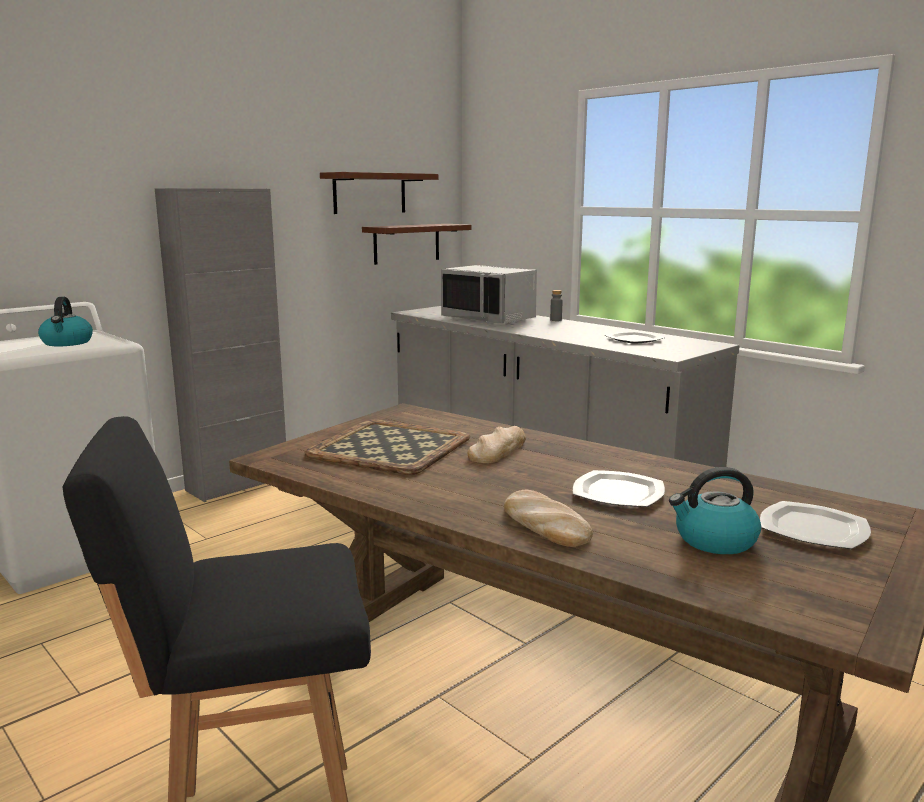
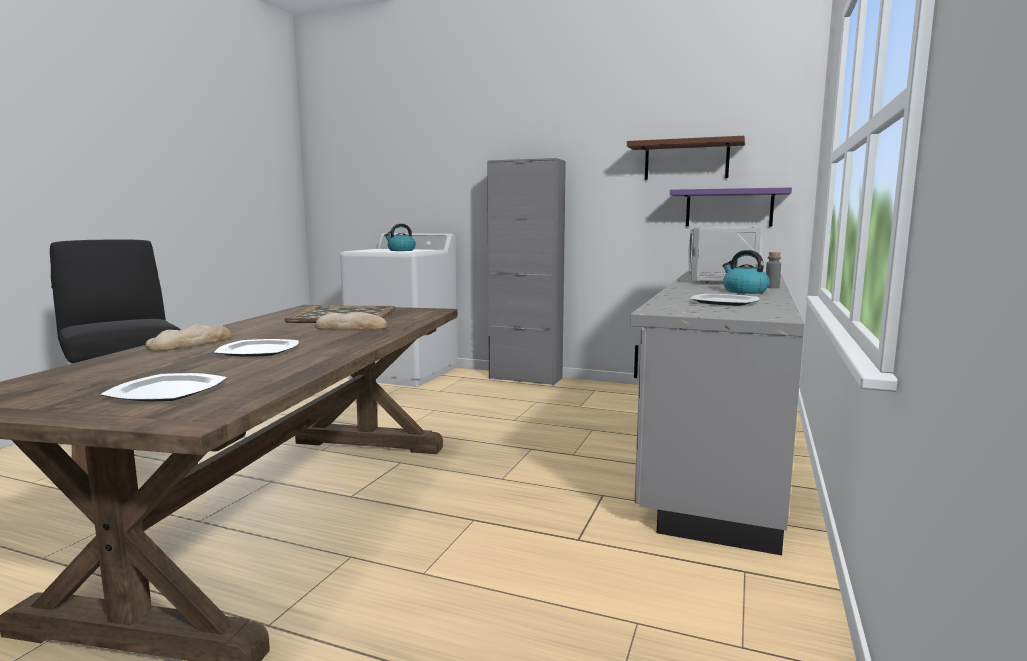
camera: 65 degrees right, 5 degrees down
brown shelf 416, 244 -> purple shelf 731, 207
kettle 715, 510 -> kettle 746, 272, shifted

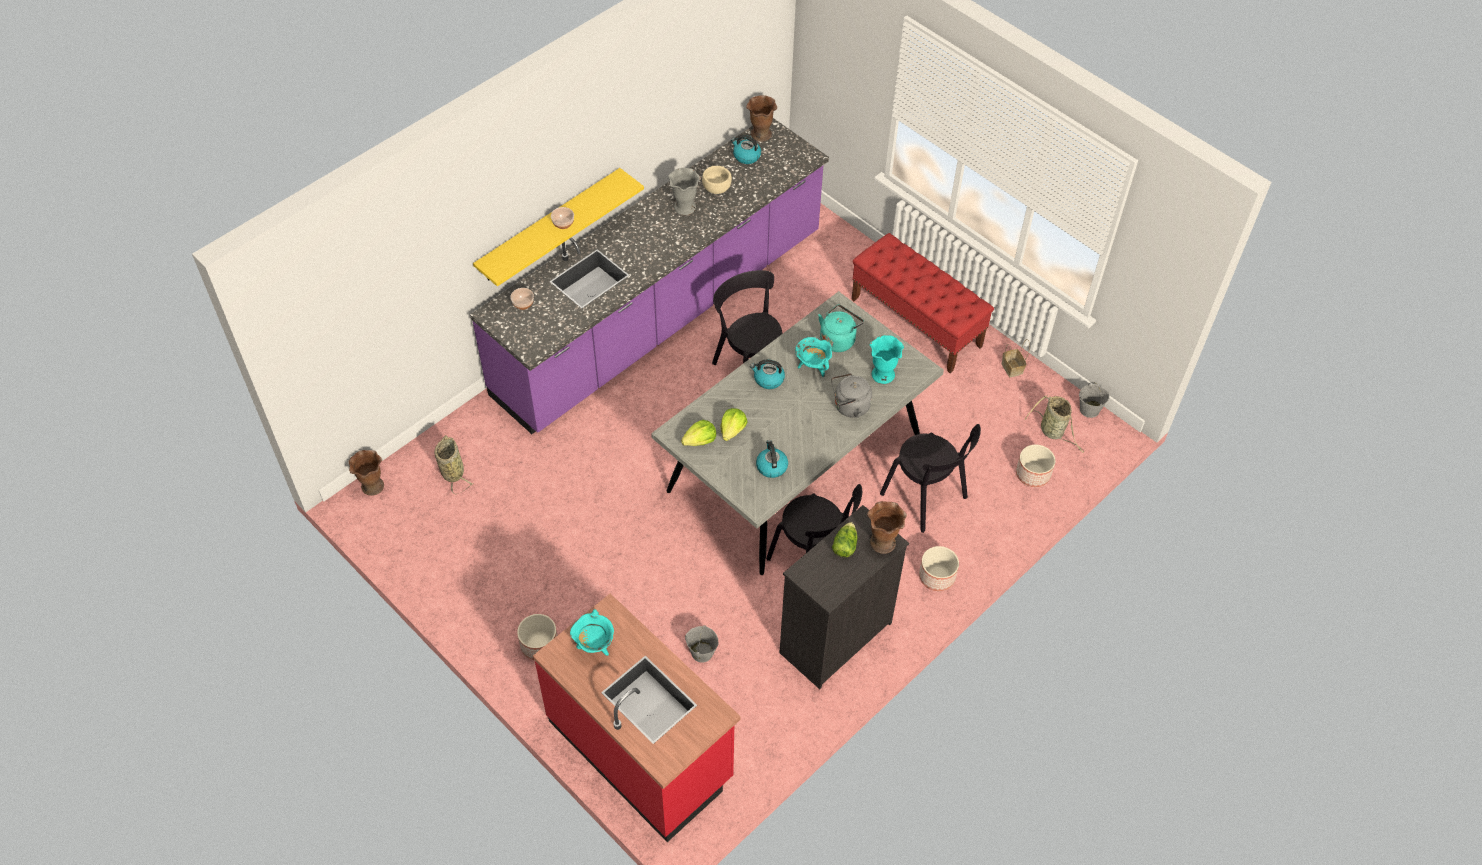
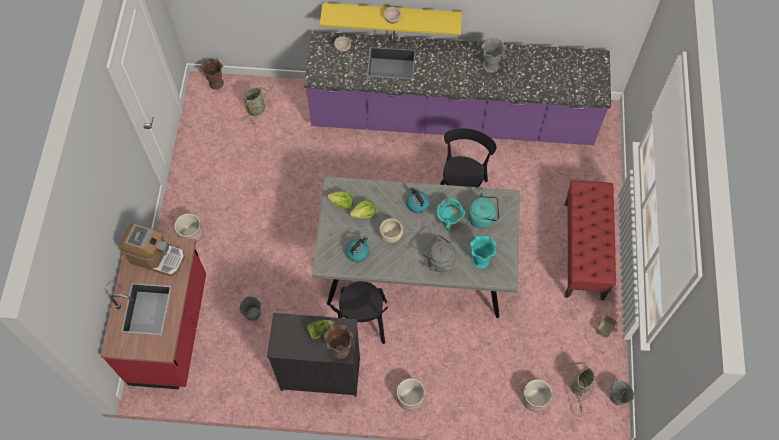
camera: 50 degrees right, 10 degrees up
turquoise cooking pot 592, 632 -> coffee machine 152, 250
beige bowl 717, 180 -> beige bowl 391, 230, shifted
kettle 746, 149 -> none
brown vase 761, 118 -> none
black chair 930, 478 -> none

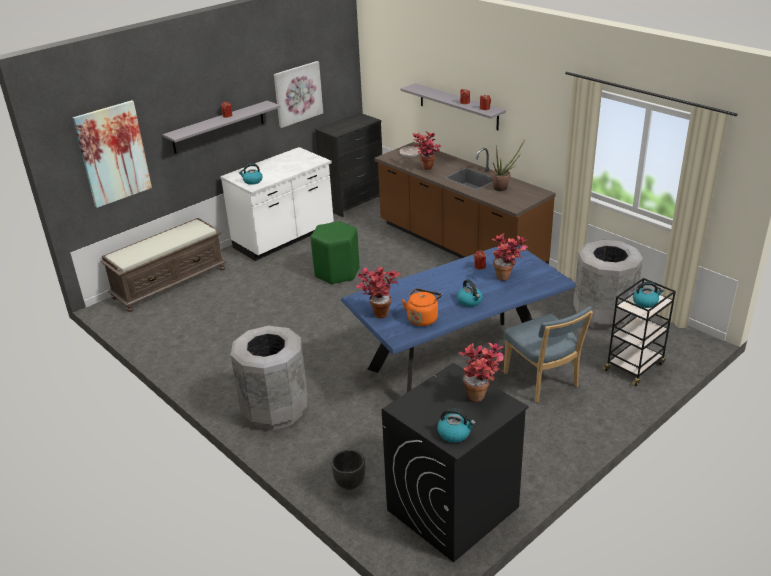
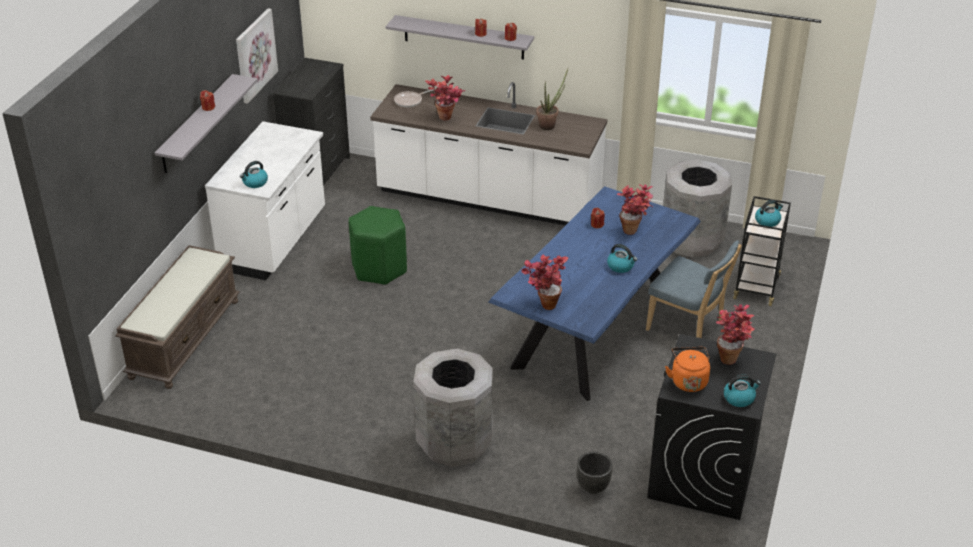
camera: 30 degrees left, 5 degrees up
brown counter 465, 203 -> white counter 488, 154
orange kettle 422, 307 -> orange kettle 687, 369, shifted
picture 112, 154 -> none

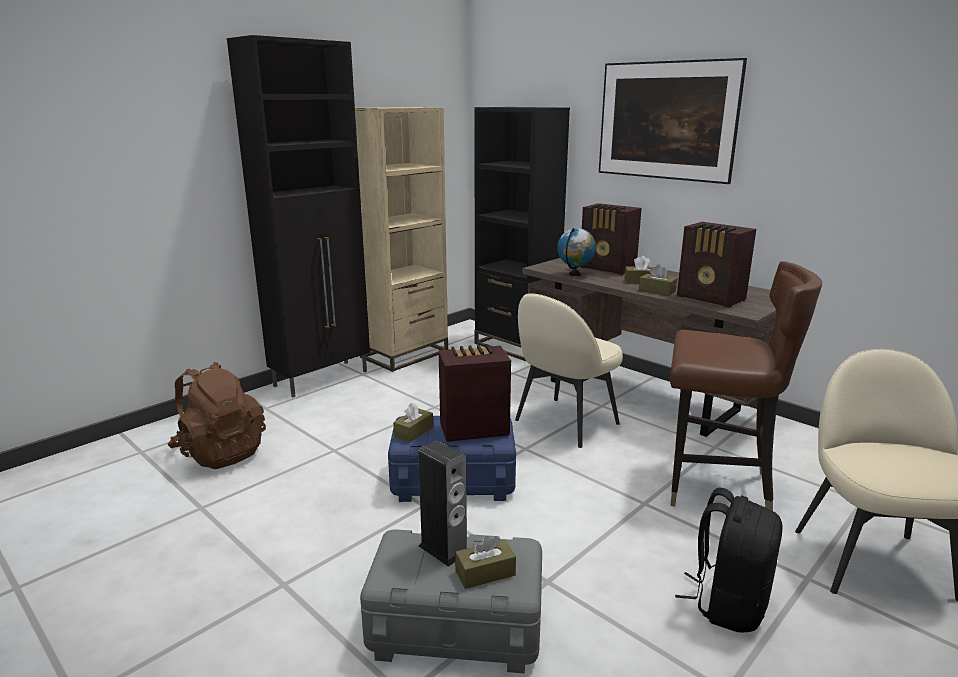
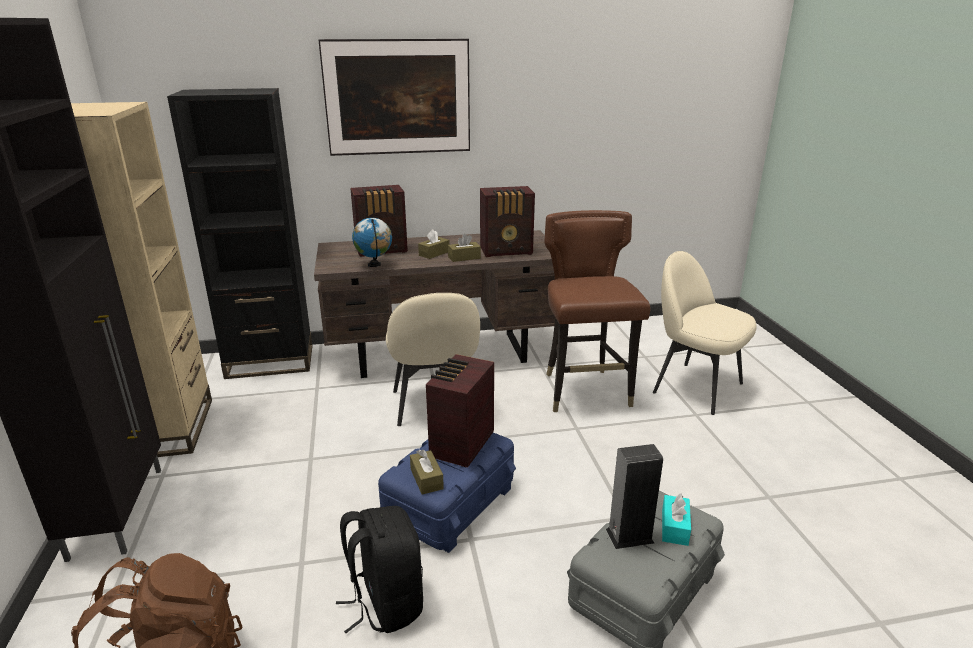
camera: 55 degrees left, 5 degrees up
black backpack 729, 560 -> black backpack 379, 569, shifted
brown chair 746, 386 -> brown chair 597, 311, 60 degrees counterclockwise
brown tissue box 485, 562 -> turquoise tissue box 676, 519

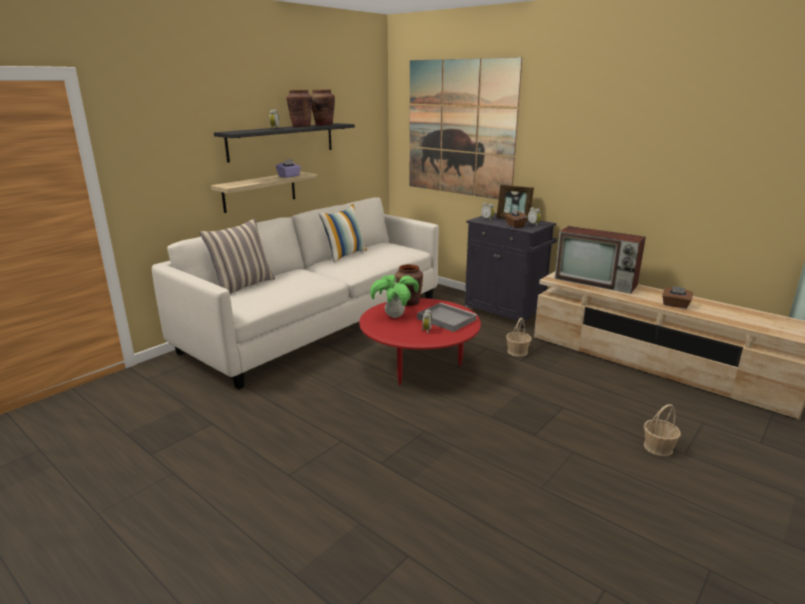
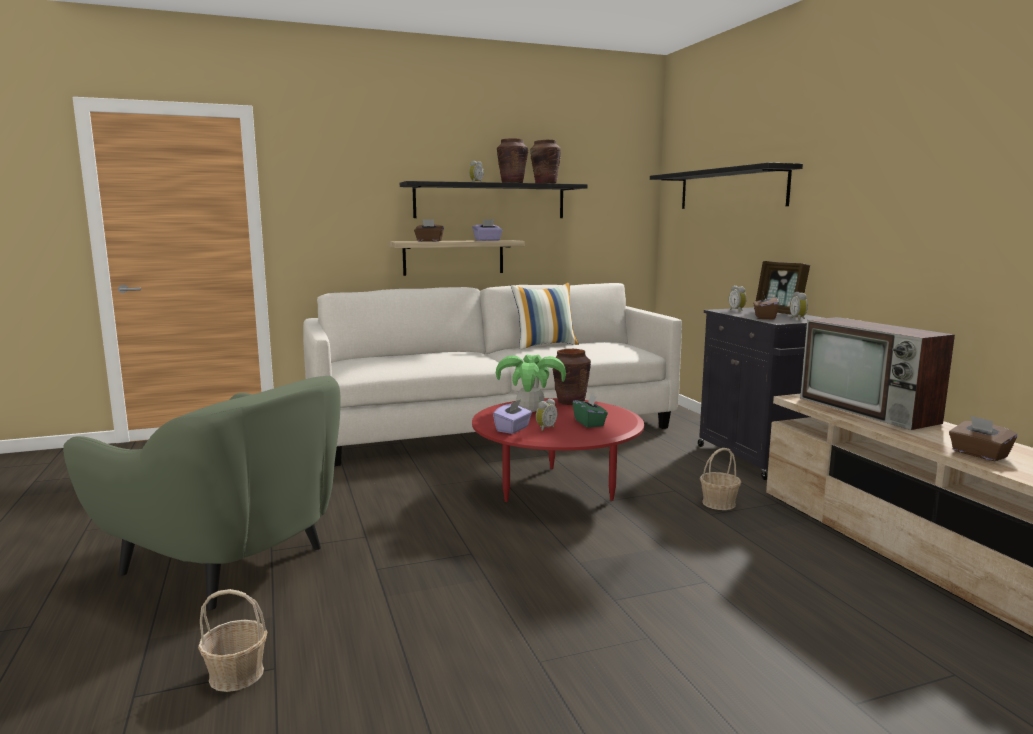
camera: 30 degrees right, 10 degrees down
none -> green armchair 202, 493
basket 662, 430 -> basket 232, 640, shifted
none -> brown tissue box 429, 230
none -> purple tissue box 512, 416
grey tray 447, 317 -> green tissue box 590, 410
picture 465, 128 -> black shelf 726, 186
pillow 237, 256 -> none

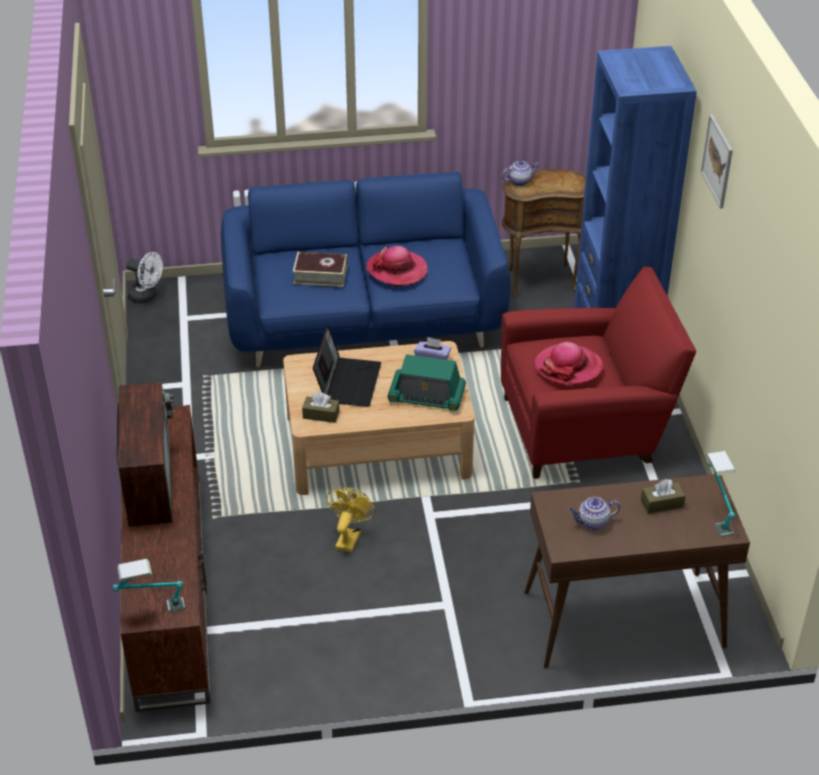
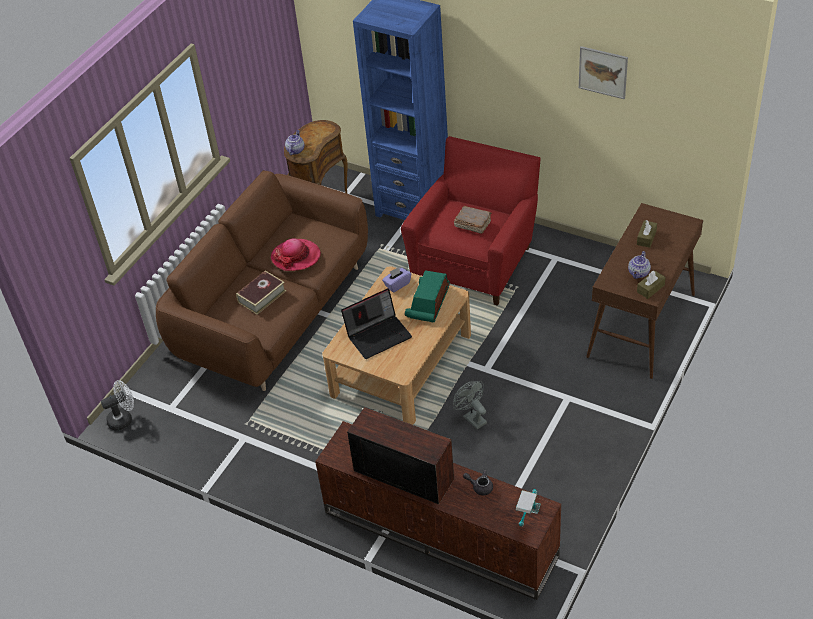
camera: 50 degrees left, 5 degrees up
blue sofa 365, 269 -> brown sofa 262, 280
laptop 347, 366 -> laptop 376, 323, 105 degrees clockwise
radio 427, 382 -> radio 427, 296, 150 degrees clockwise
yellow fan 351, 520 -> grey fan 470, 405
hat 568, 363 -> brown book 473, 220
none -> grey teapot 478, 482
picture 717, 161 -> picture 603, 72, shifted
brown tissue box 320, 407 -> brown tissue box 651, 285, shifted
table lamp 720, 493 -> none

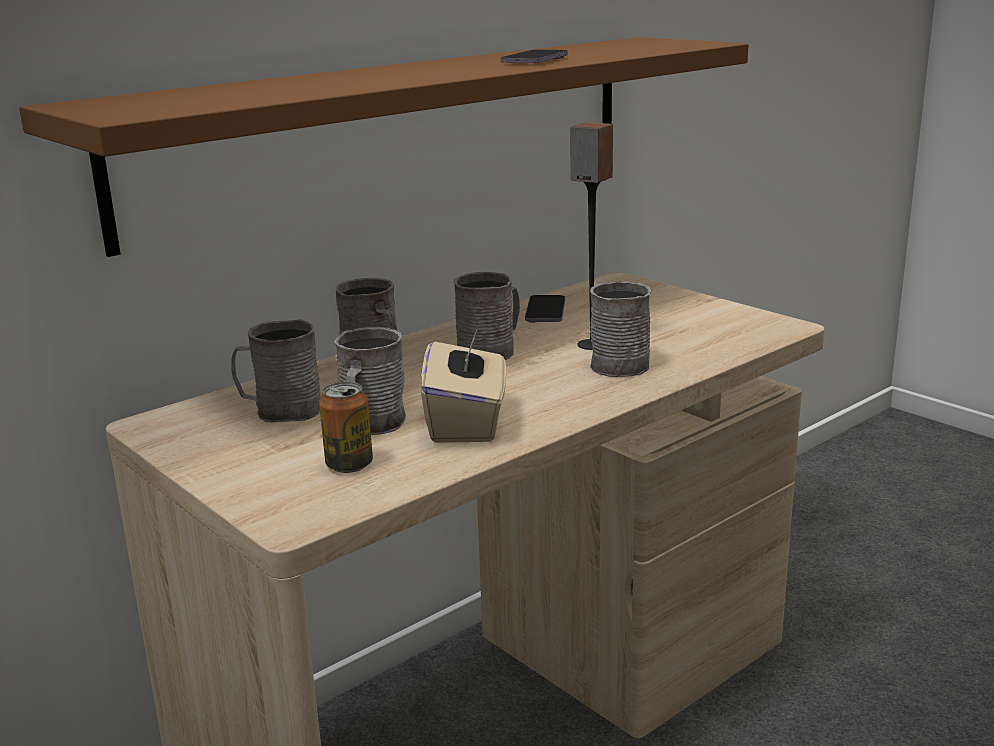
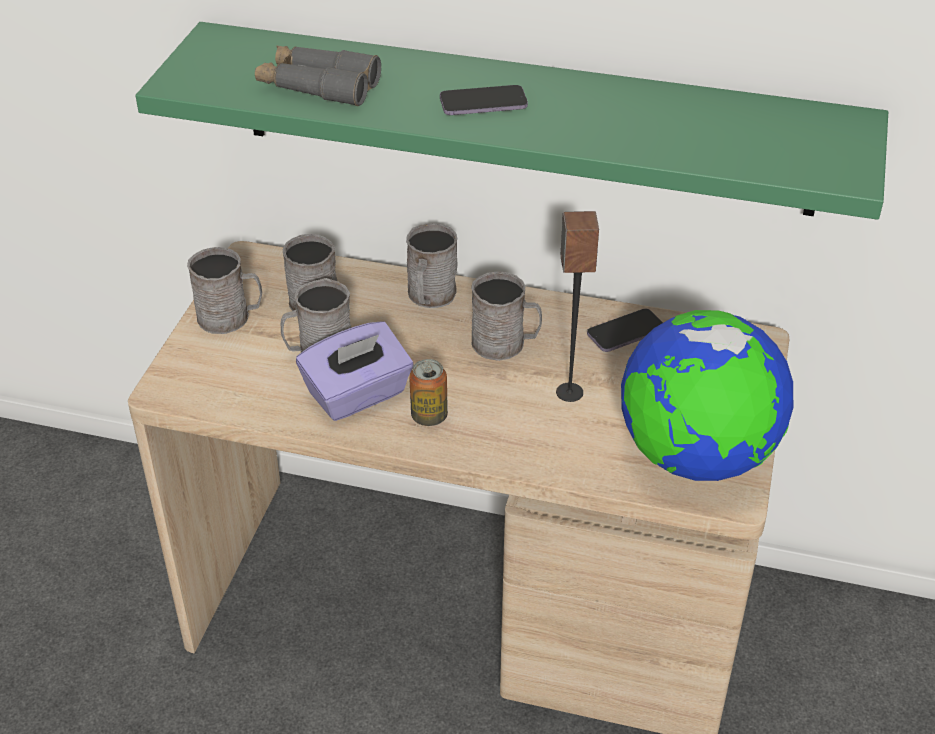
camera: 55 degrees right, 20 degrees up
brown shelf 384, 147 -> green shelf 511, 121
grey mug 620, 329 -> grey mug 224, 290, shifted
none -> grey binoculars 318, 76
beige tissue box 463, 384 -> purple tissue box 355, 371
can 346, 427 -> can 428, 392, shifted
phone 534, 56 -> phone 484, 100, shifted
none -> globe 707, 395

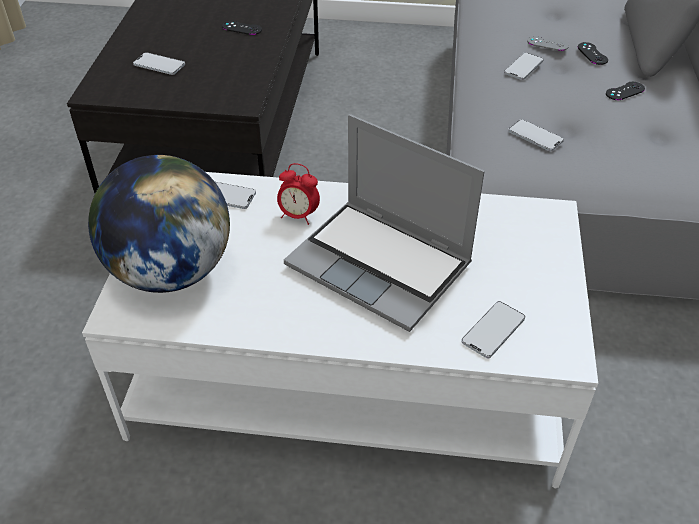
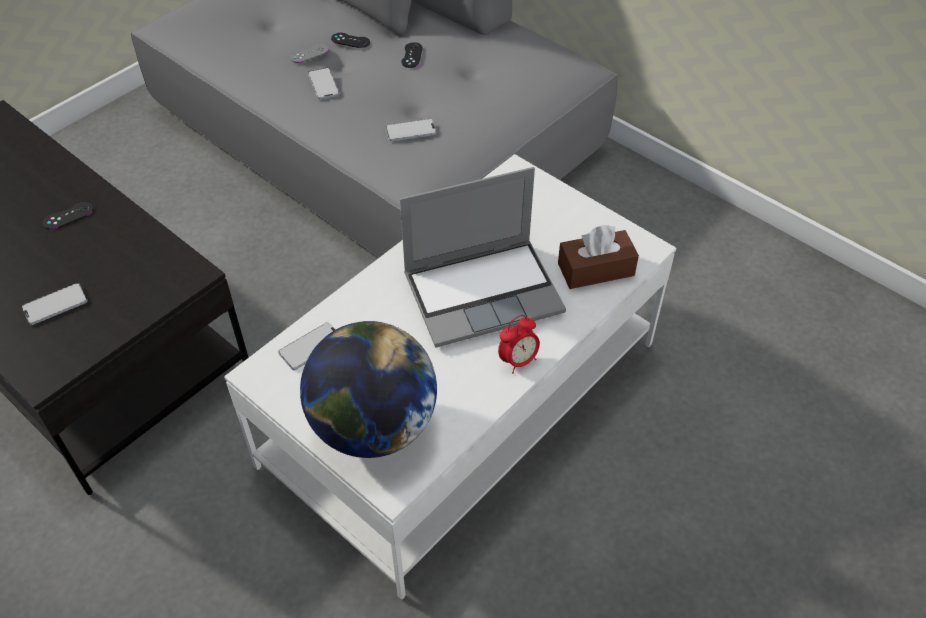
camera: 55 degrees left, 5 degrees up
alarm clock 298, 194 -> alarm clock 519, 344, shifted
phone 493, 330 -> brown tissue box 598, 257

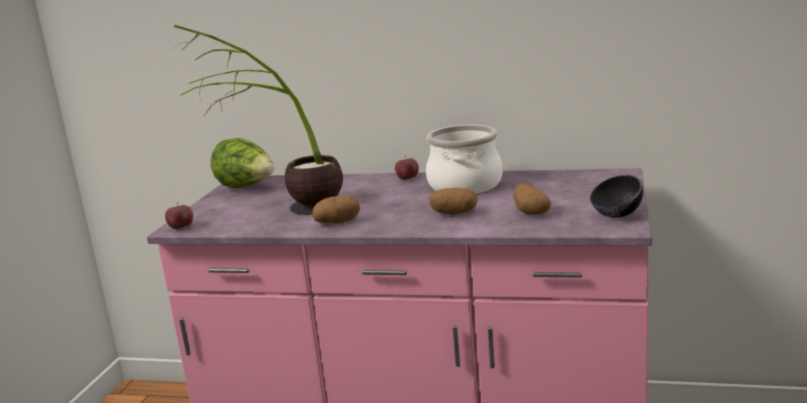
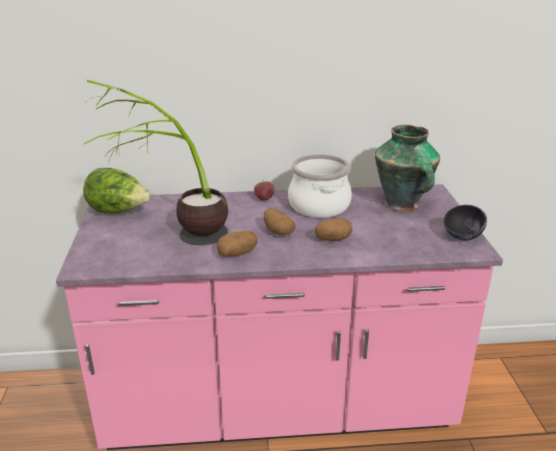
camera: 20 degrees left, 10 degrees up
potato 532, 199 -> potato 279, 221, shifted
none -> vase 407, 168
apple 179, 215 -> none

